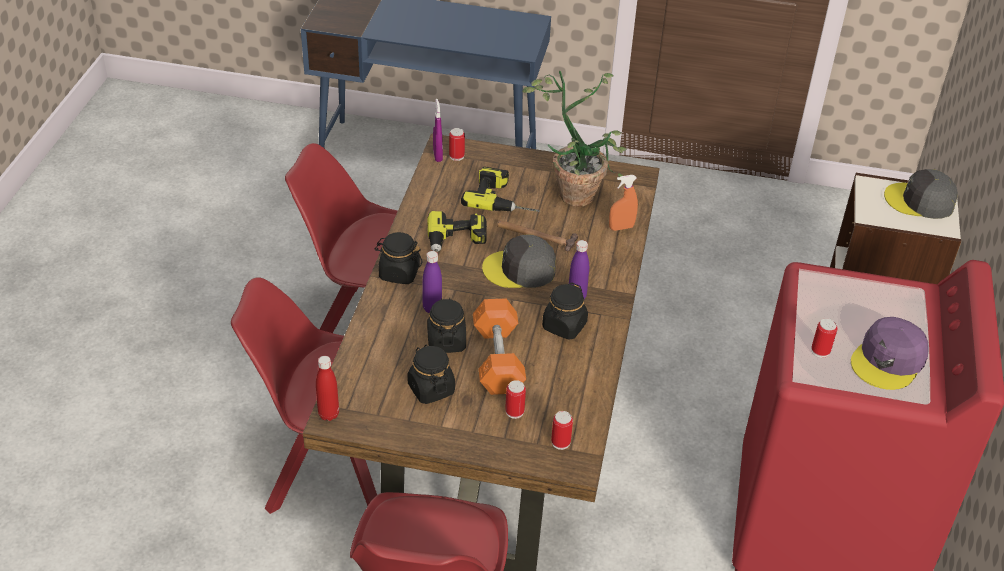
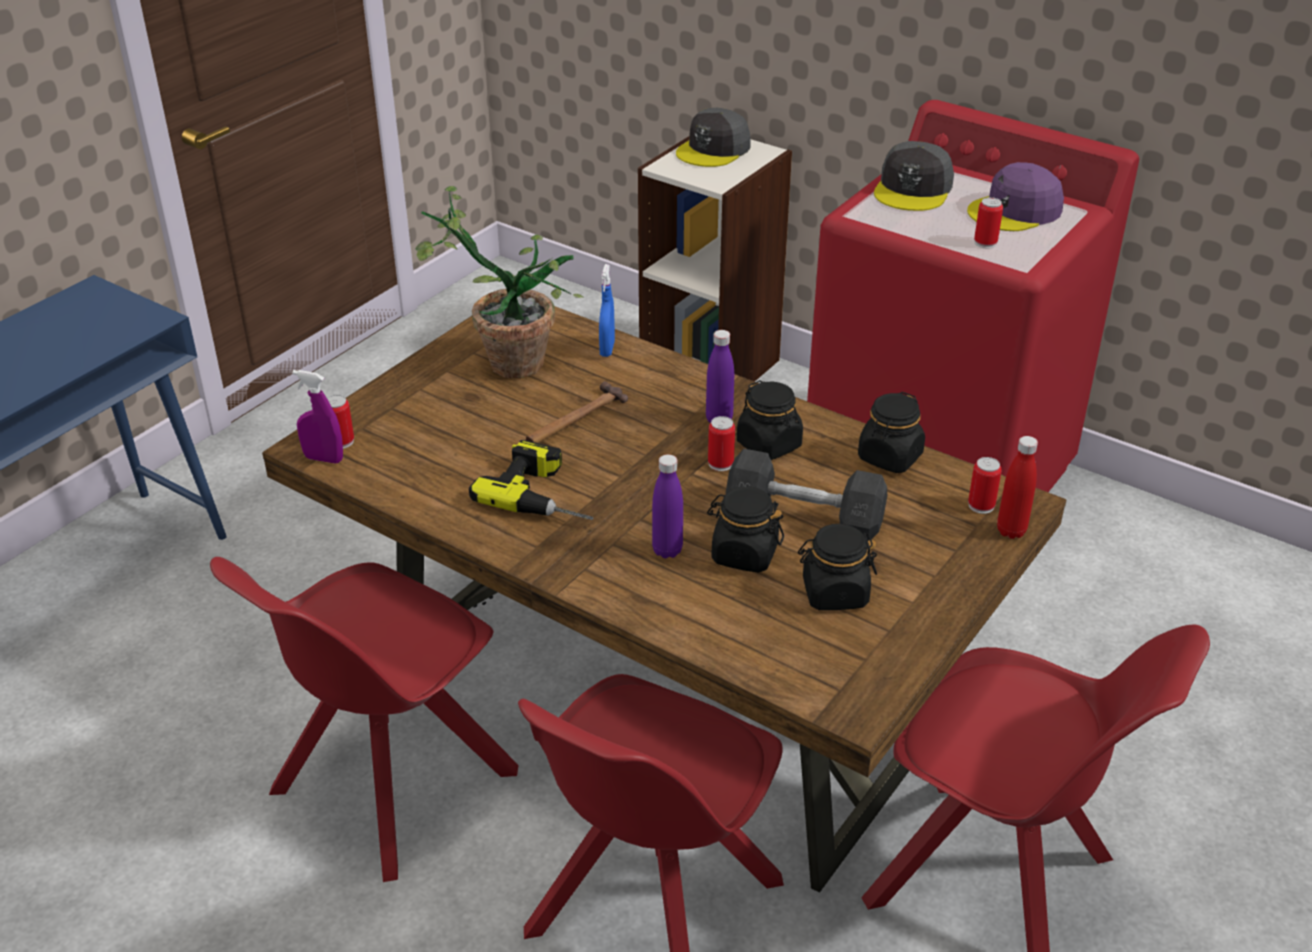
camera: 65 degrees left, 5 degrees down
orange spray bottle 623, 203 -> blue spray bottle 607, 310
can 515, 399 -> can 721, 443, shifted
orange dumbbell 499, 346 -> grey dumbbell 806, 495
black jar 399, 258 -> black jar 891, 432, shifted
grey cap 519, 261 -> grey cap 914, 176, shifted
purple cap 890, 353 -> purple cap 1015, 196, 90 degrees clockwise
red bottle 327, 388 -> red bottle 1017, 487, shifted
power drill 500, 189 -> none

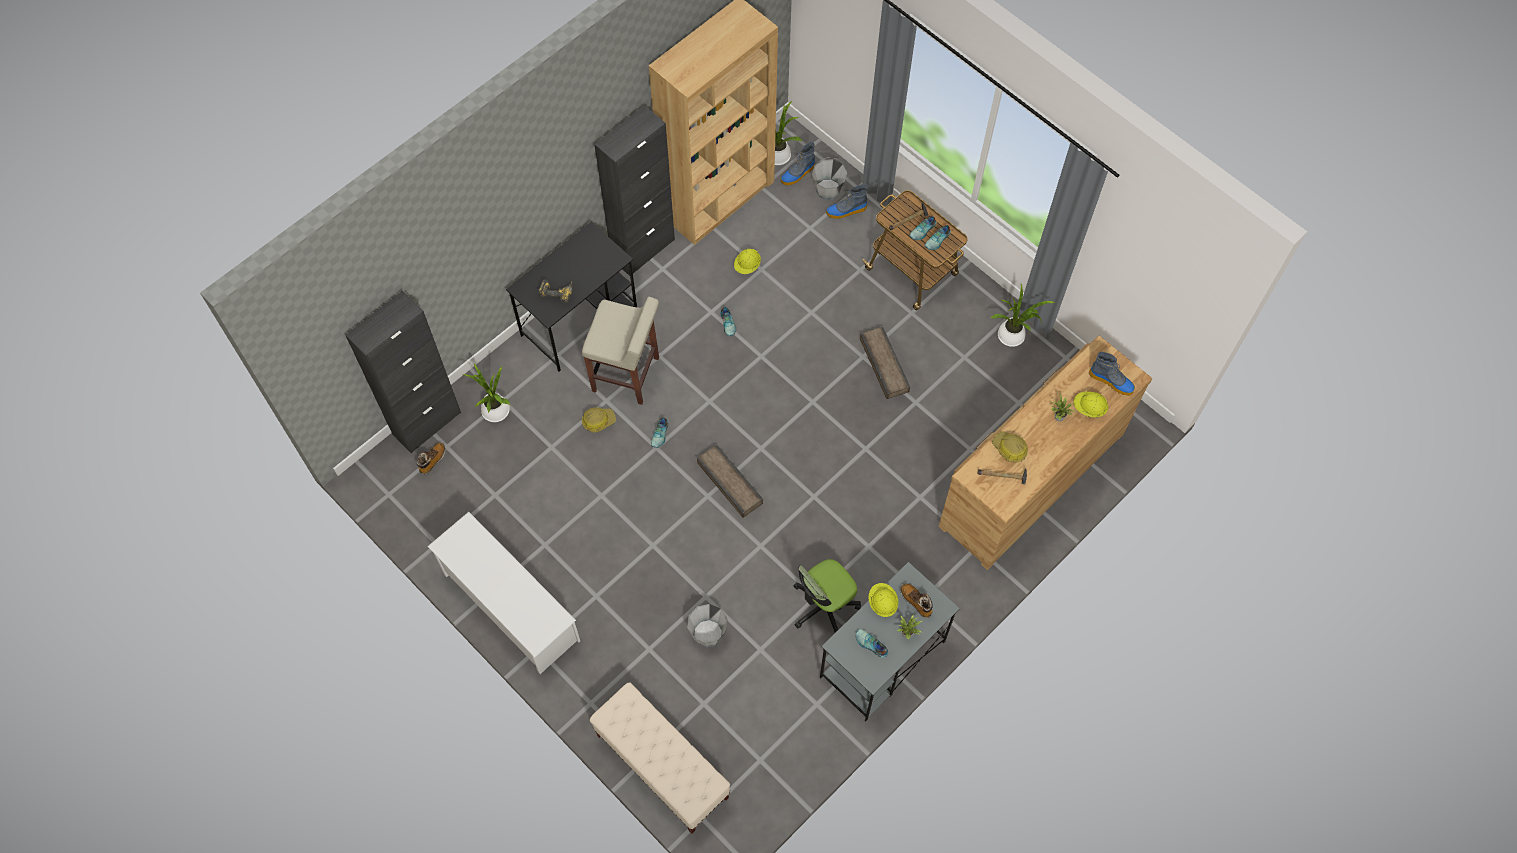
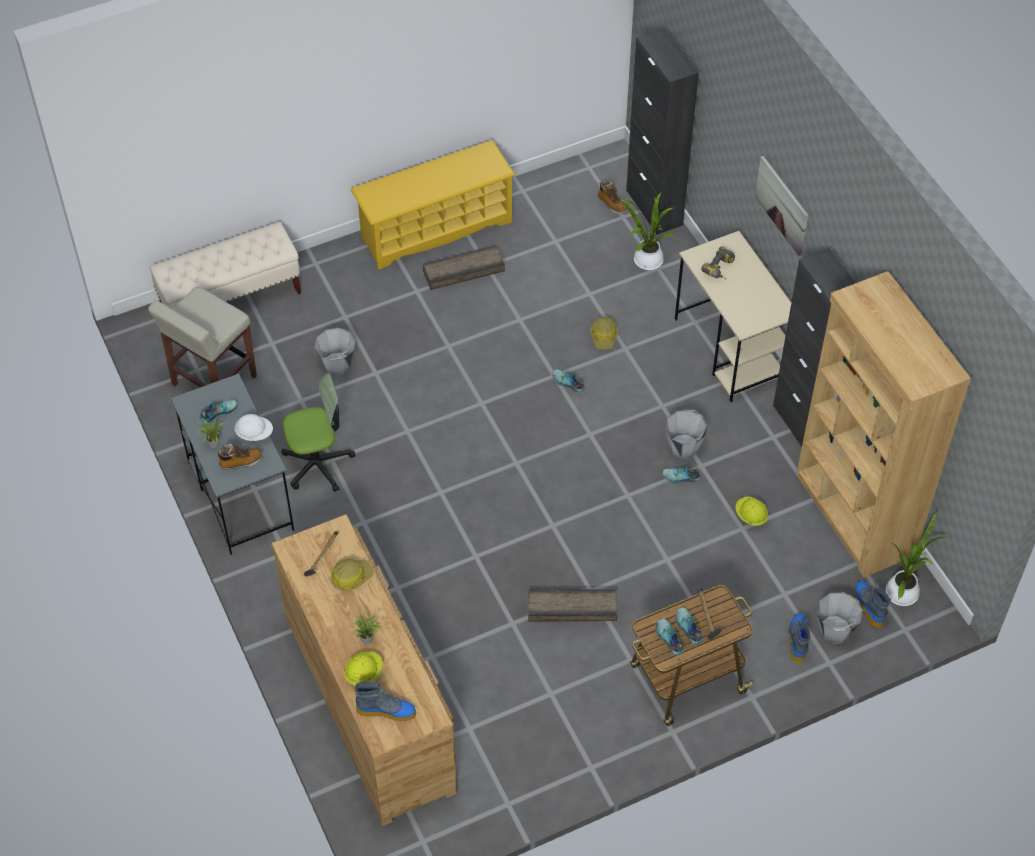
camera: 110 degrees right, 10 degrees down
beige stool 620, 351 -> beige stool 202, 337, shifted
yellow hard hat 883, 600 -> white hard hat 254, 427
office chair 827, 596 -> office chair 318, 432, 90 degrees clockwise
white shoe rack 503, 593 -> yellow shoe rack 433, 205
boot 1112, 373 -> boot 385, 701, 135 degrees counterclockwise
crate 730, 481 -> crate 464, 267, shifted
none -> grey bucket 686, 434
black desk 571, 297 -> beige desk 733, 316
none -> picture 781, 206
potted plant 1023, 315 -> none

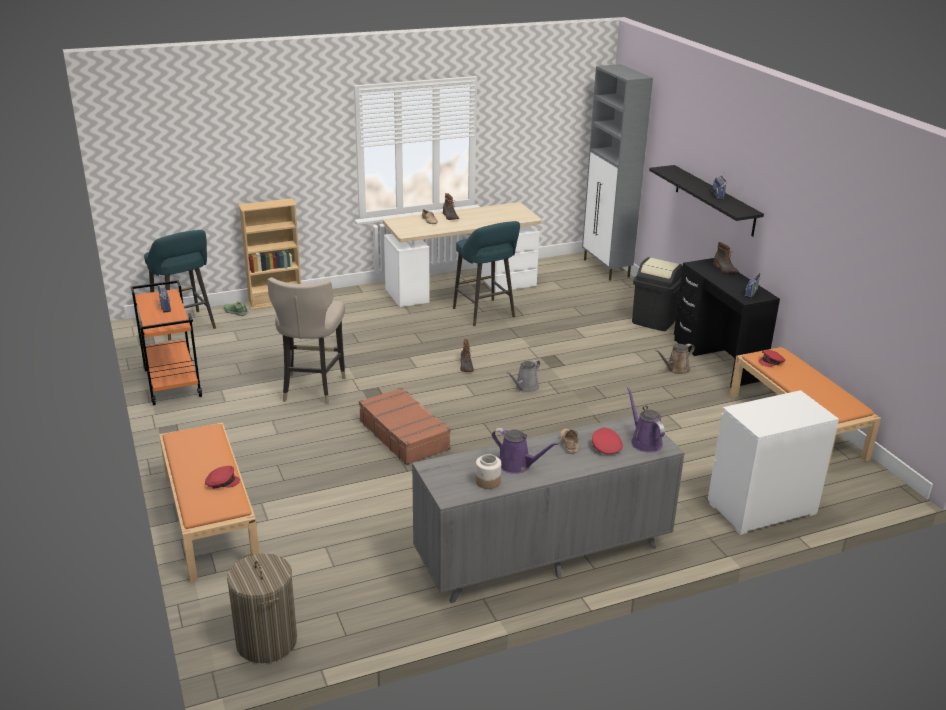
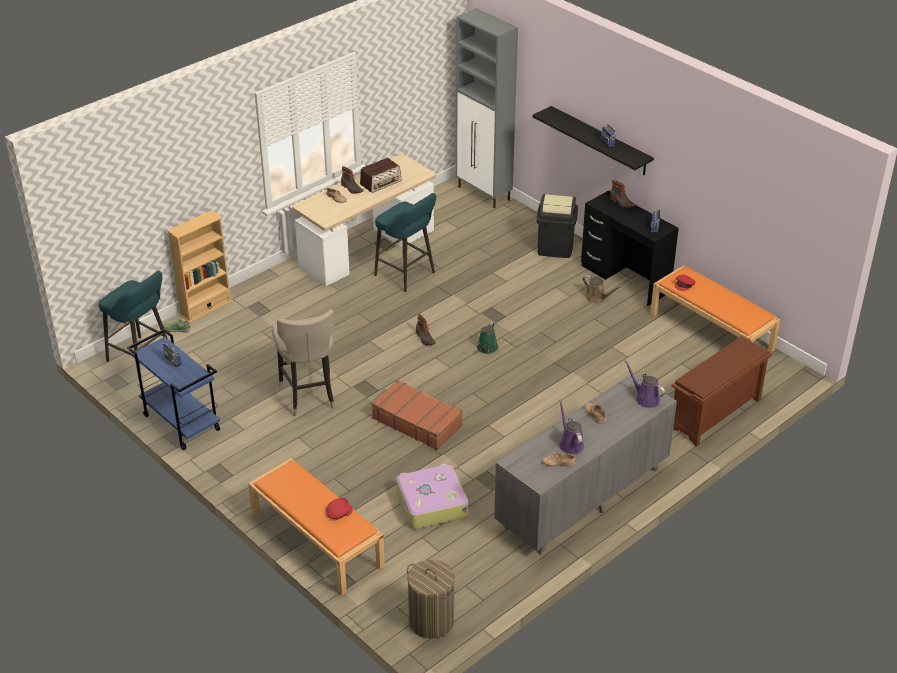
camera: 20 degrees left, 10 degrees up
orange cart 166, 342 -> blue cart 173, 389
none -> radio 381, 175
none -> suitcase 432, 496
grey watering can 523, 376 -> green watering can 487, 338
jar 488, 471 -> beige shoe 559, 459
purple watering can 525, 451 -> purple watering can 571, 427, 120 degrees counterclockwise
brown watering can 675, 359 -> brown watering can 602, 289, 90 degrees counterclockwise
white dresser 773, 462 -> brown shoe rack 721, 391
red cap 607, 440 -> none

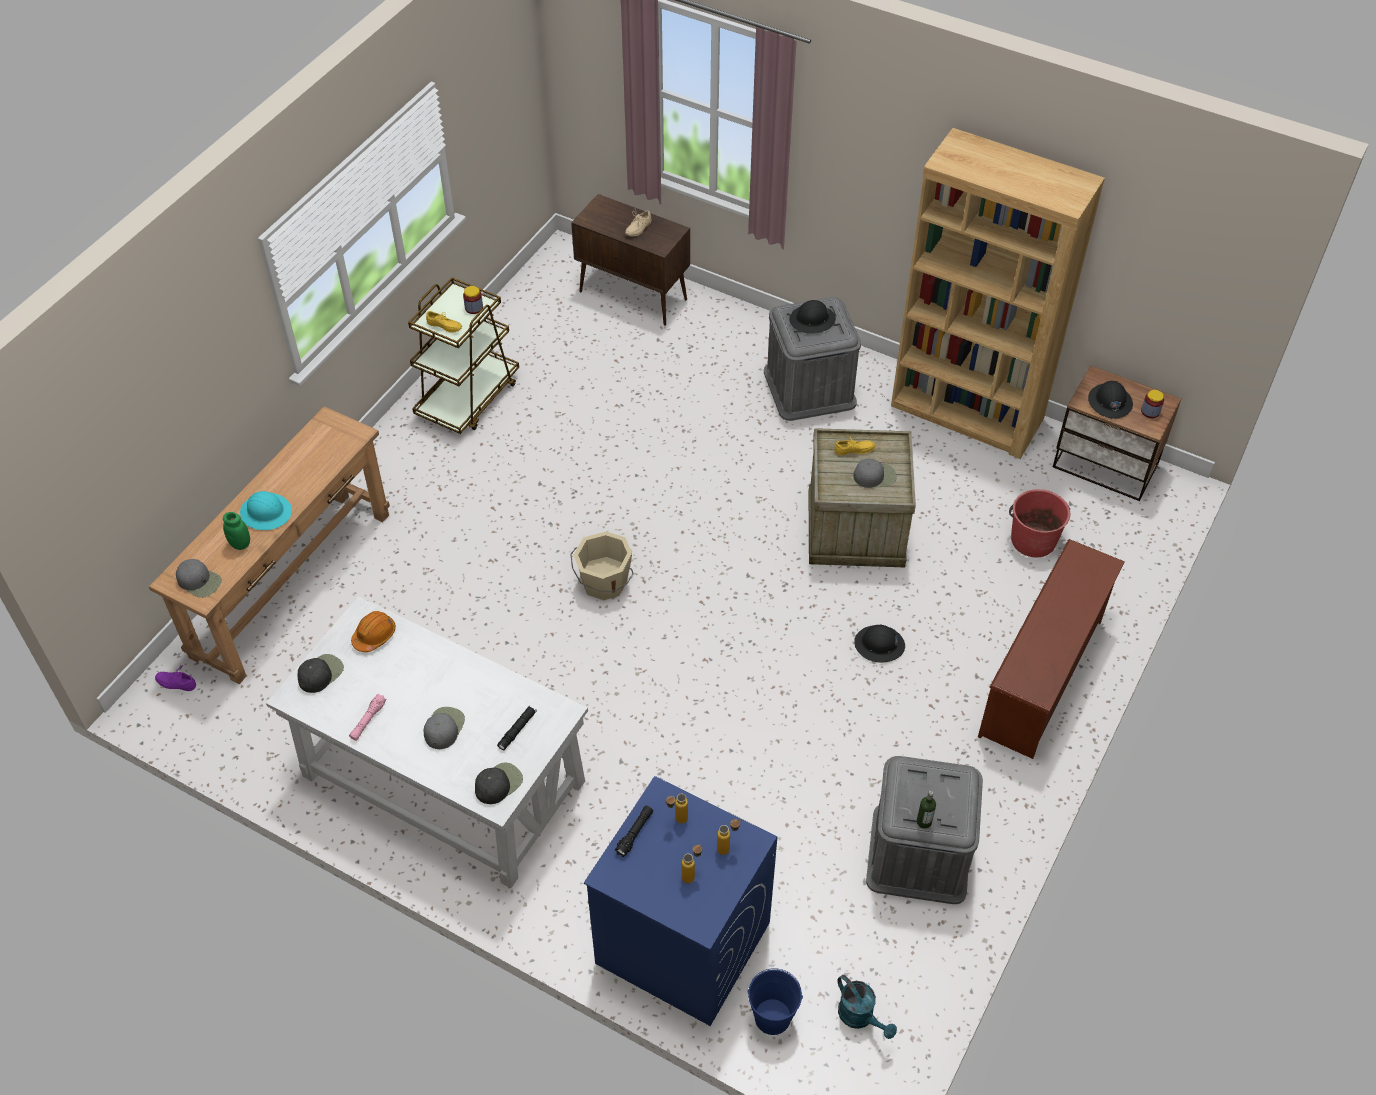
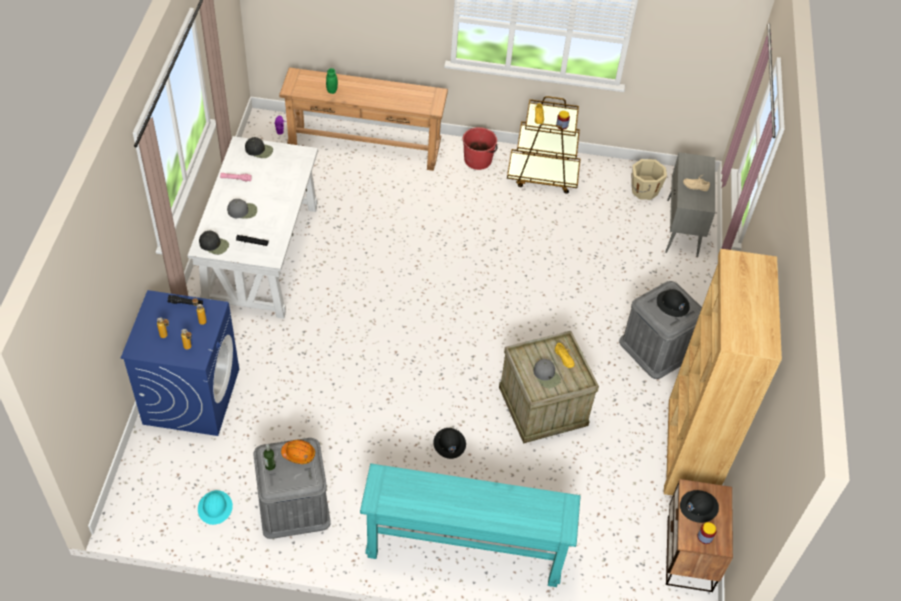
camera: 65 degrees right, 0 degrees up
turquoise hard hat 266, 510 -> turquoise hard hat 215, 507, shifted
orange hard hat 373, 631 -> orange hard hat 298, 452, shifted
brown shoe rack 1051, 649 -> turquoise console table 470, 525
red bucket 1039, 523 -> red bucket 480, 148, shifted
beige bucket 601, 566 -> beige bucket 649, 179, shifted
brown cabinet 630, 260 -> grey cabinet 690, 204
grey cap 199, 578 -> none
blue bucket 775, 1001 -> none
turquoise watering can 867, 1007 -> none

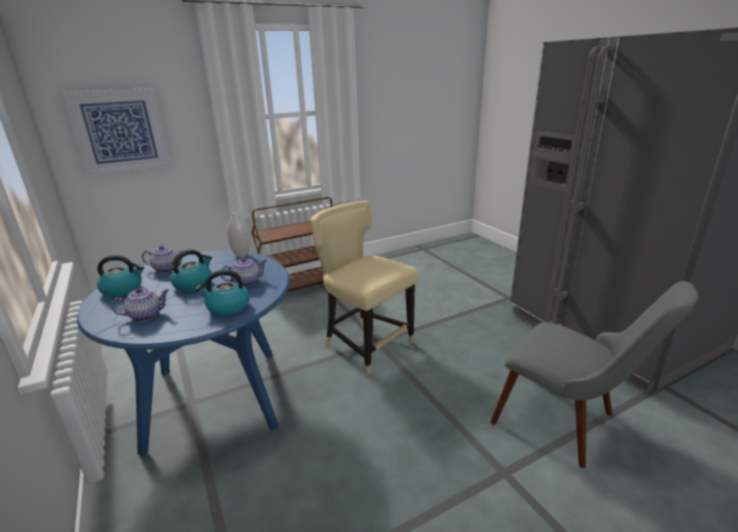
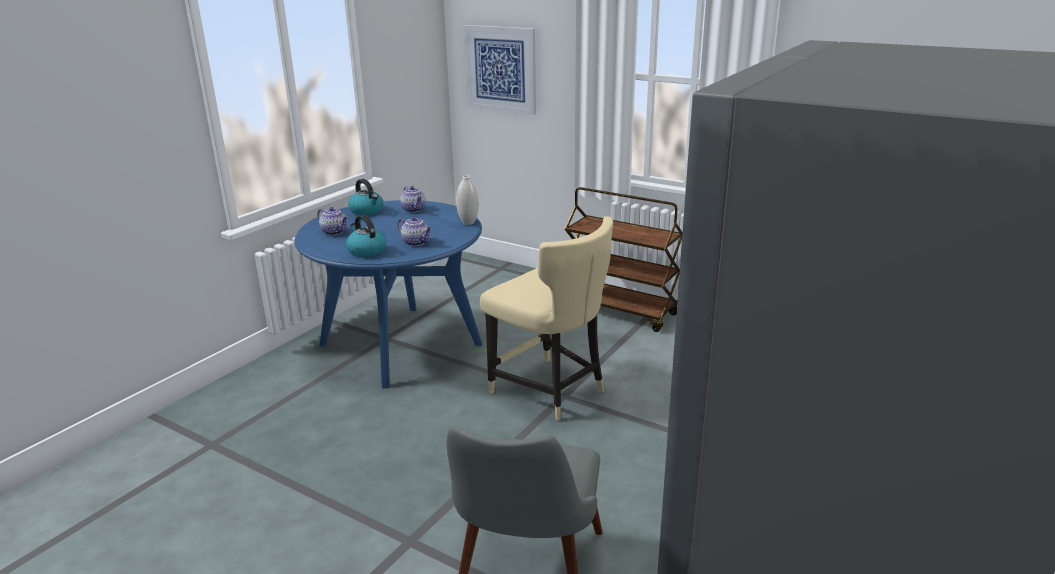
camera: 60 degrees right, 0 degrees up
beige chair 365, 288 -> beige chair 546, 318, 120 degrees clockwise
kettle 191, 270 -> none

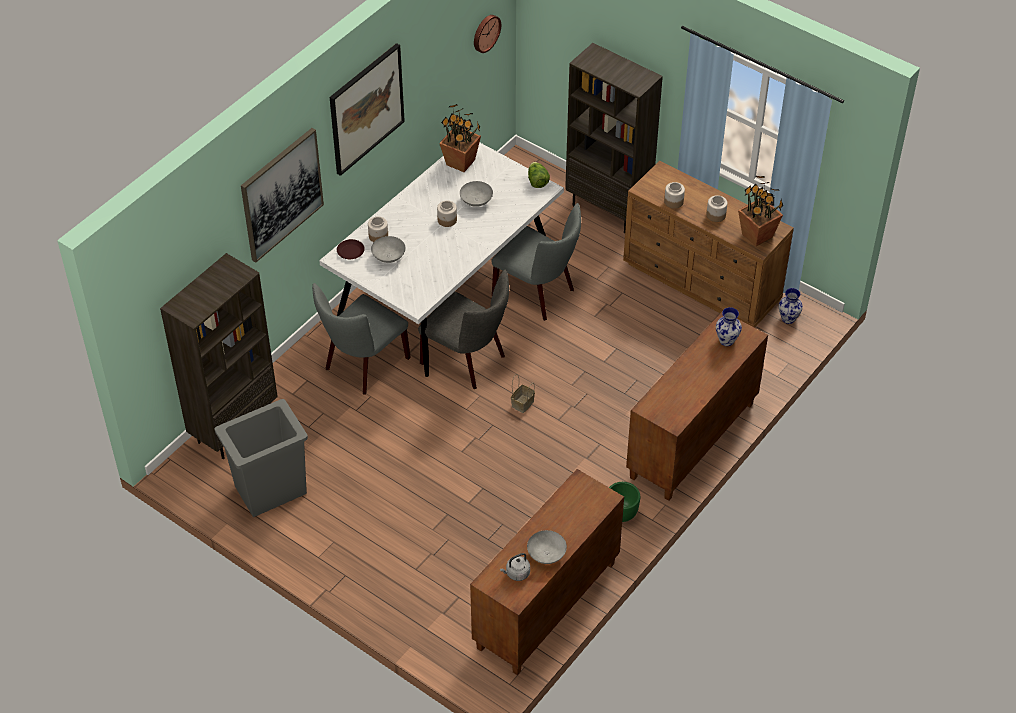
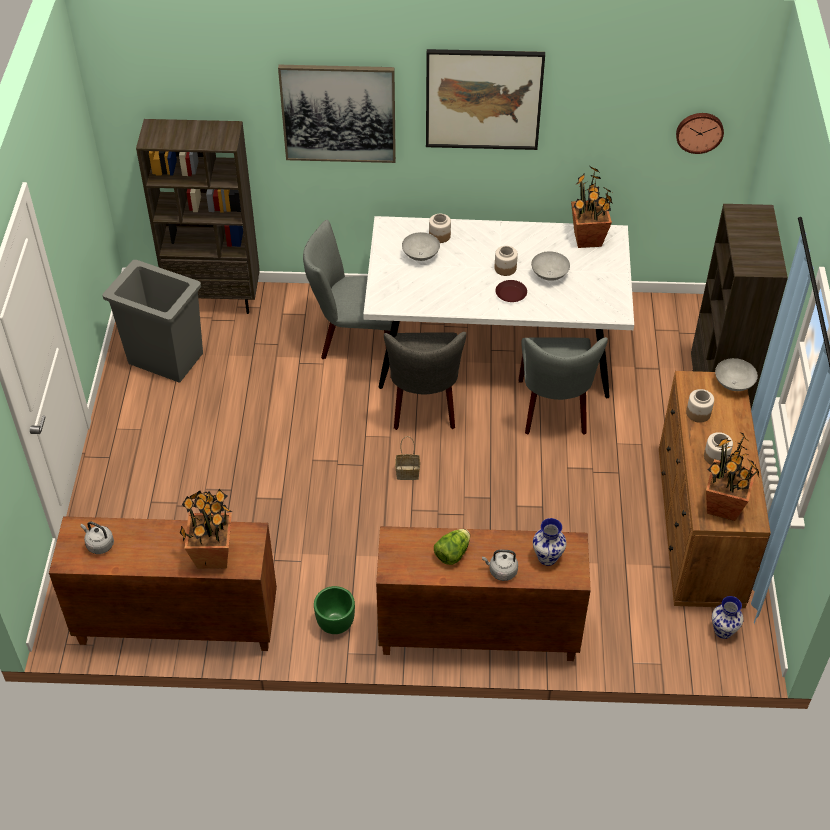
camera: 55 degrees right, 0 degrees up
none -> potted plant 206, 529
lettuce 539, 175 -> lettuce 452, 547, shifted
none -> grey kettle 500, 565
brown plate 351, 249 -> brown plate 511, 291, shifted
grey bowl 547, 547 -> grey bowl 736, 374, shifted

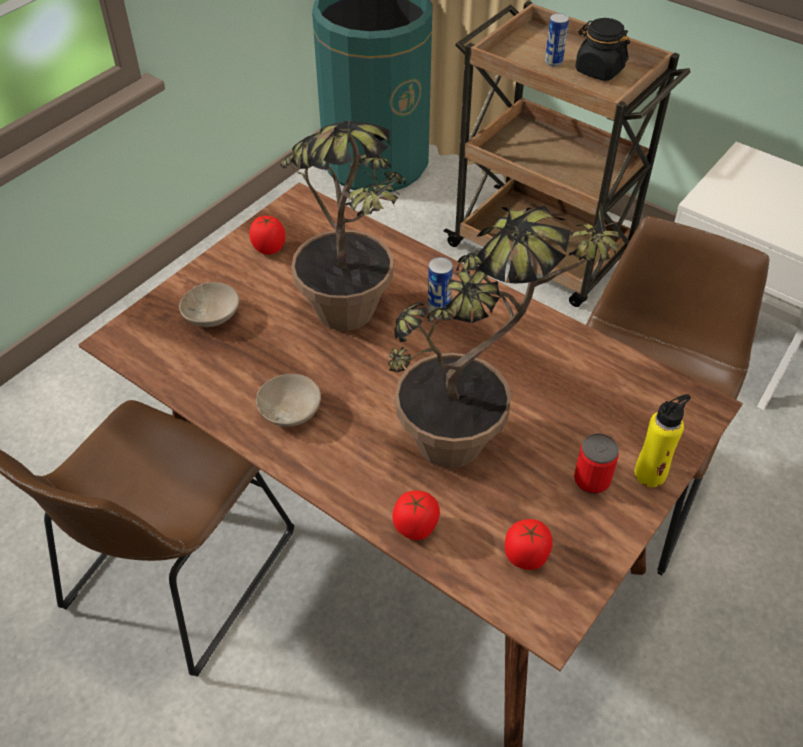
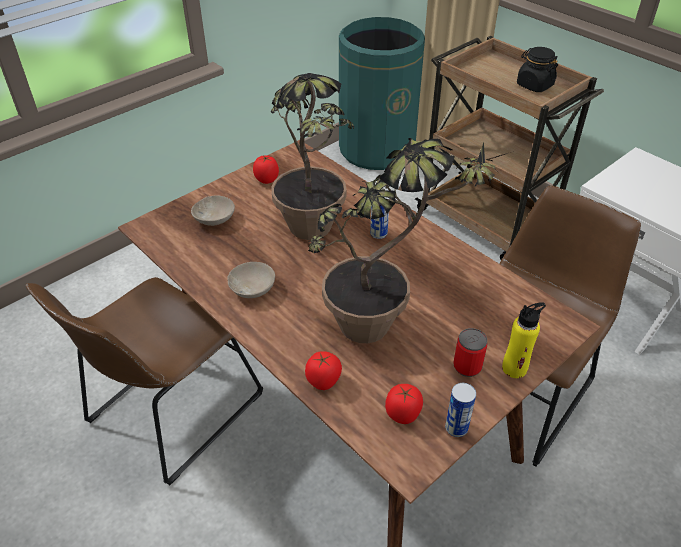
camera: 10 degrees right, 5 degrees down
can 557, 39 -> can 460, 410, shifted

